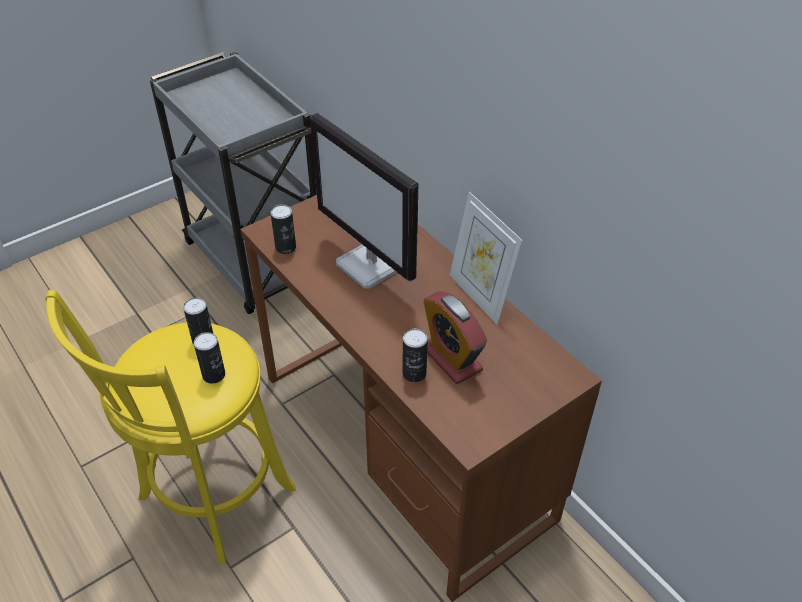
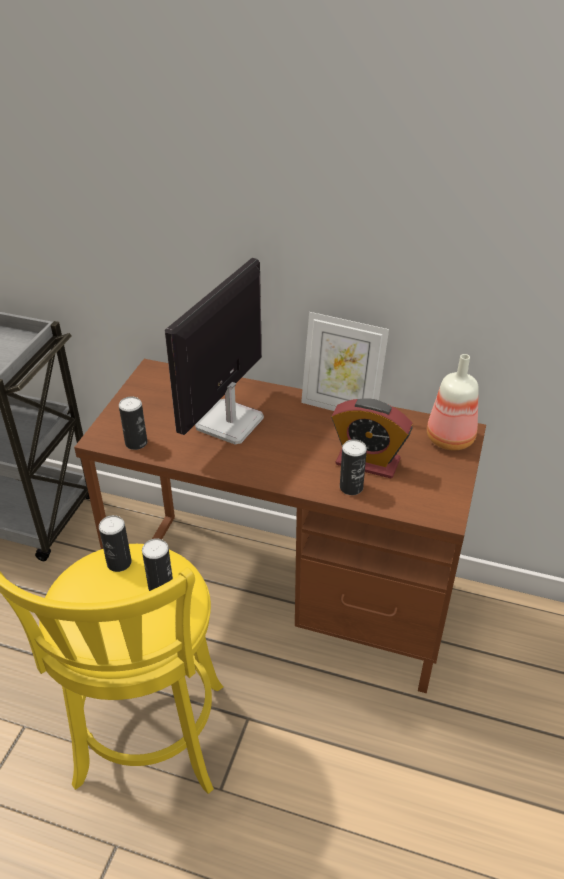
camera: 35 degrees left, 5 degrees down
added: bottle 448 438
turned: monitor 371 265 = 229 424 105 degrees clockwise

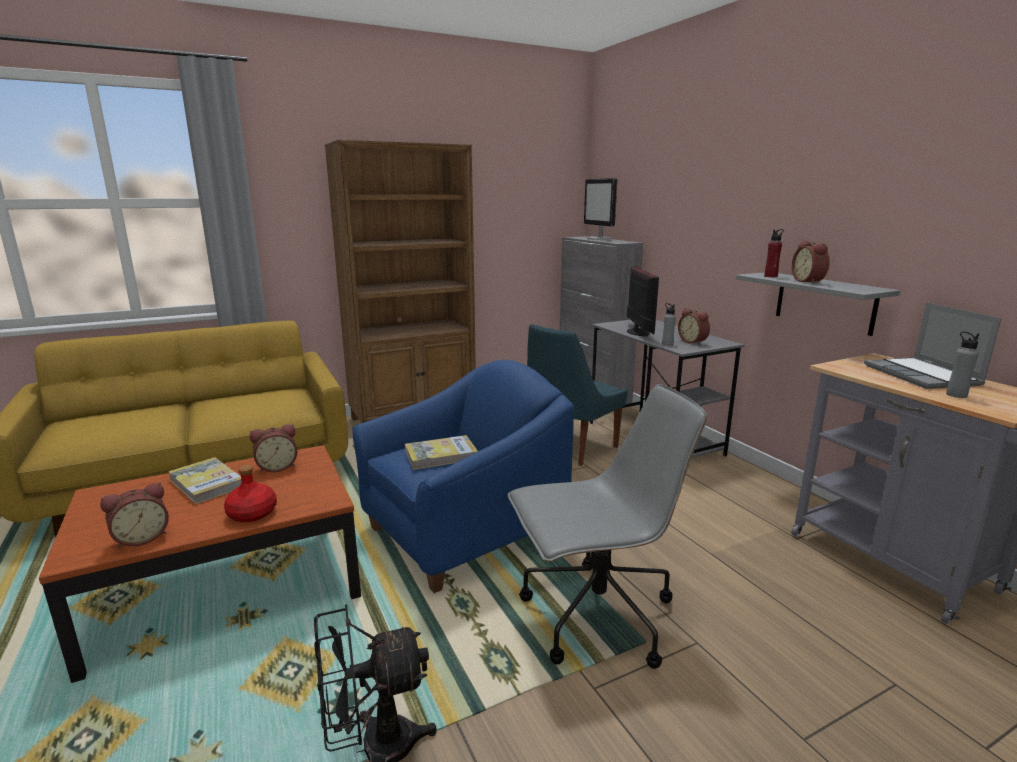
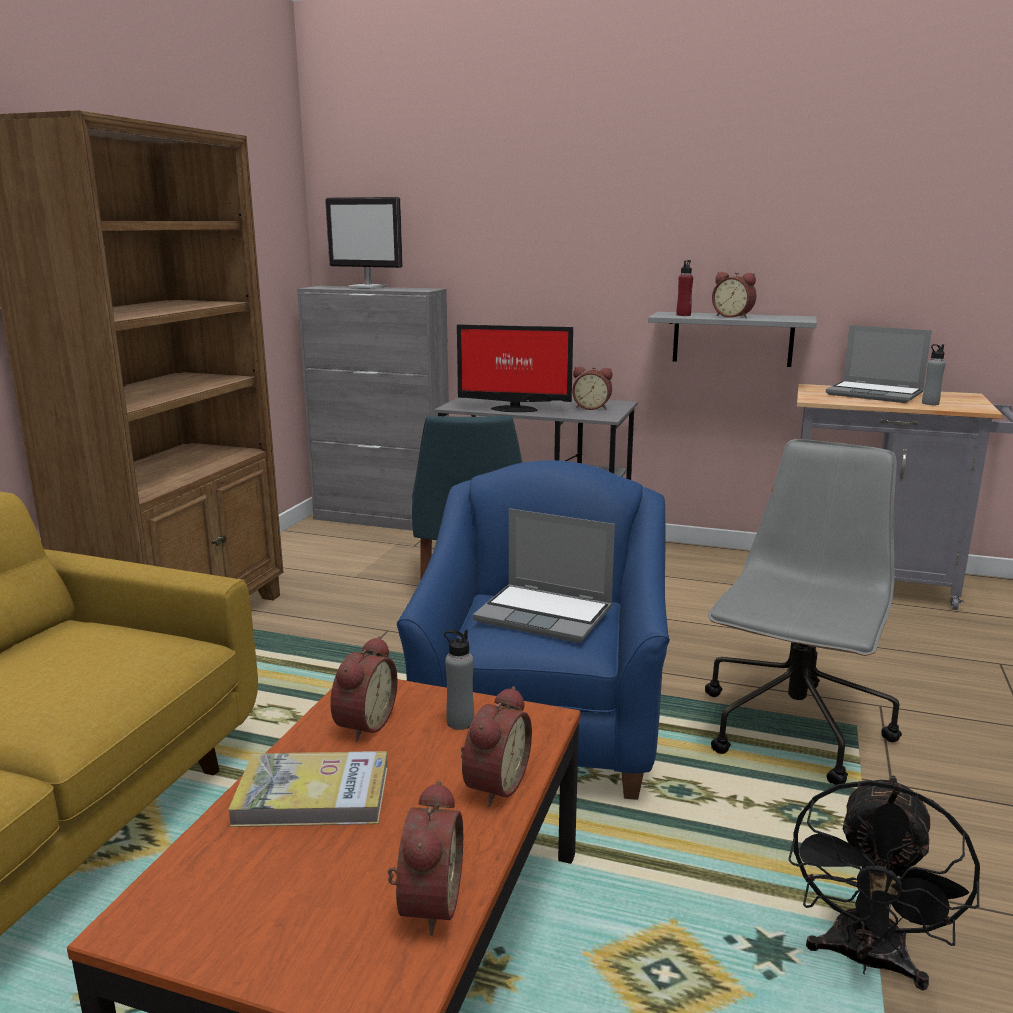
camera: 45 degrees left, 0 degrees up
moved: grey bottle 667 344 to 460 722
replaced: red bottle 253 513 to alarm clock 493 784; book 441 455 to laptop 546 615
turned: monitor 638 332 = 513 409 150 degrees clockwise

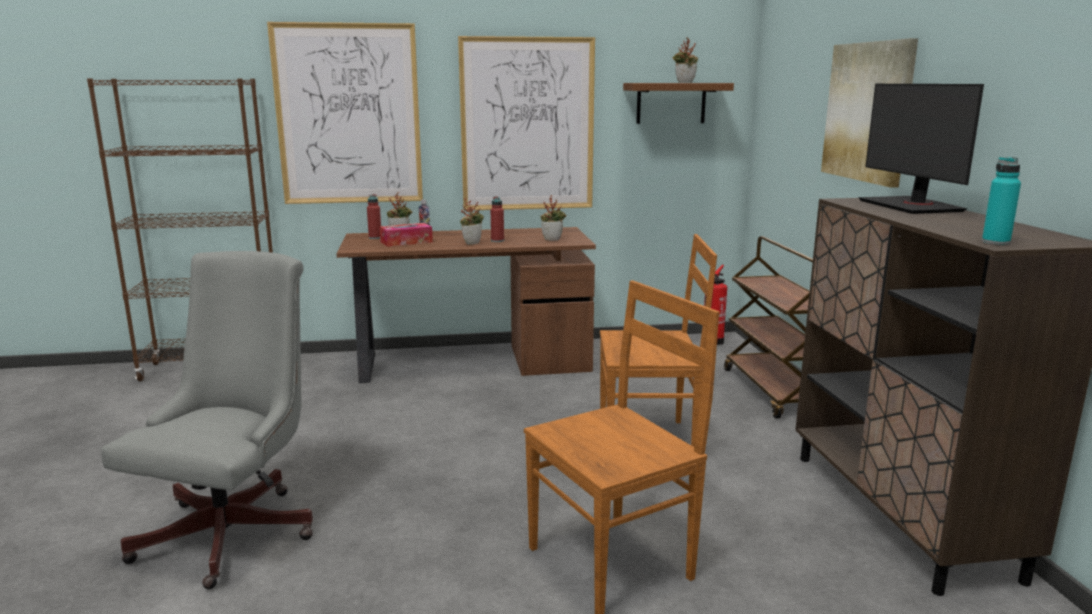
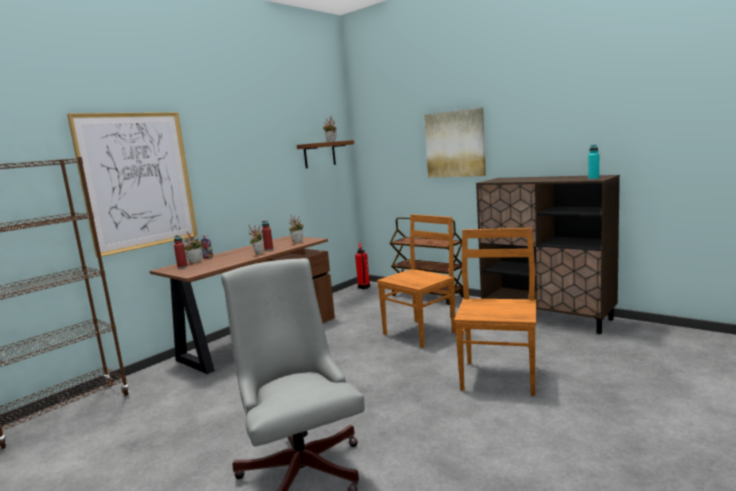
camera: 40 degrees left, 5 degrees down
removed: tissue box 406 242; picture 527 125; monitor 911 206

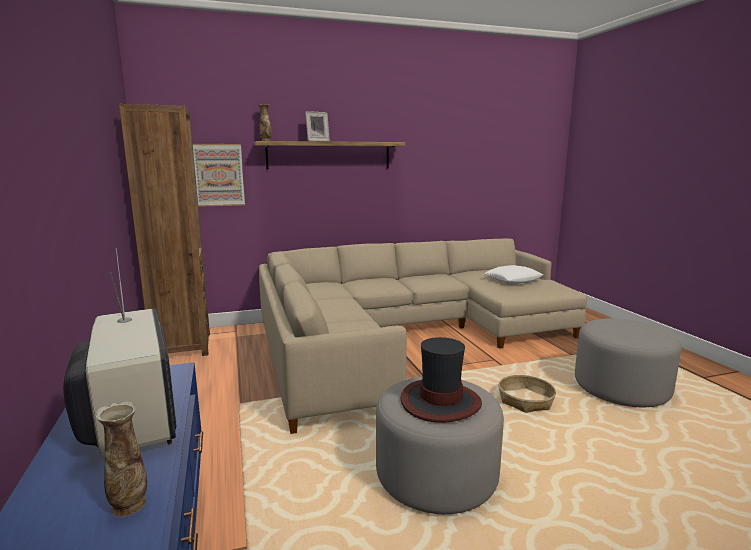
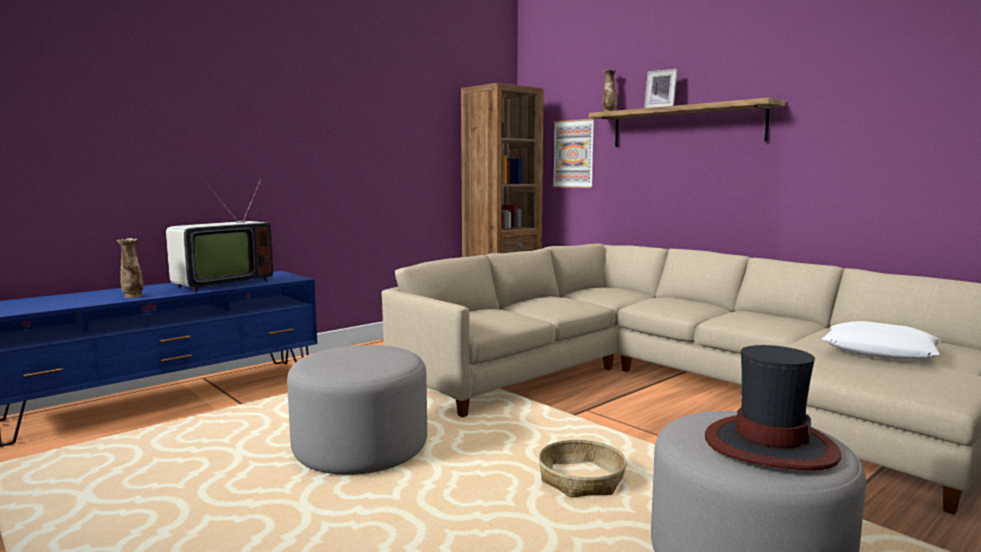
camera: 65 degrees right, 5 degrees down
moved: hat 440 402 to 769 445

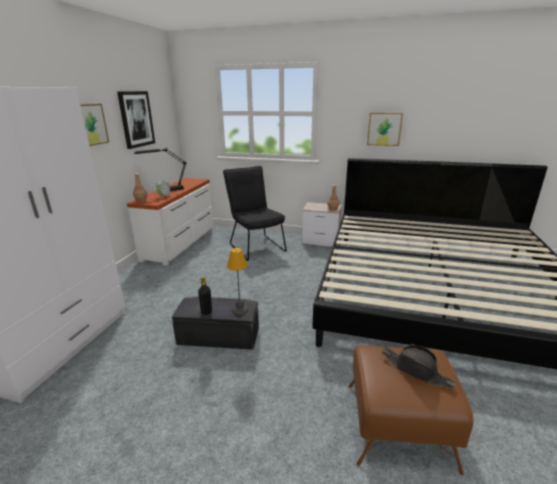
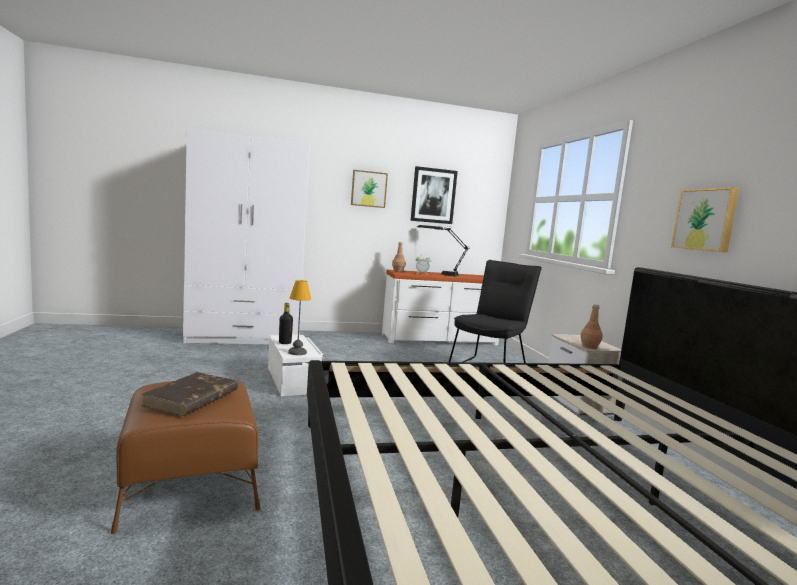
camera: 60 degrees right, 15 degrees down
replaced: black hat 416 370 to brown book 191 398
recoloured: black storage box 219 335 to white storage box 293 379

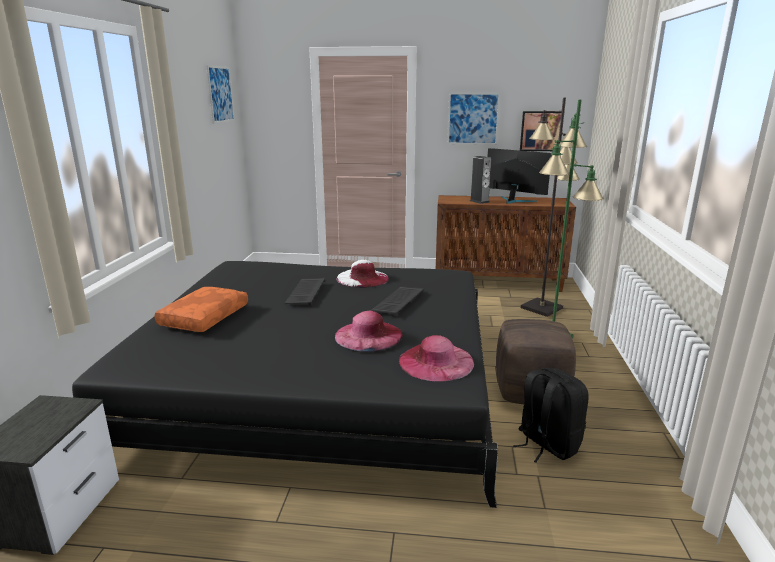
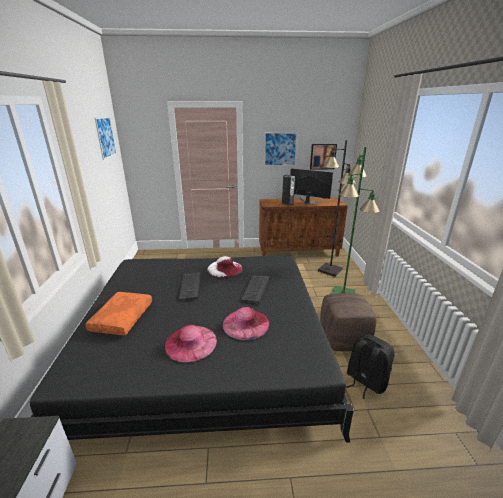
camera: 10 degrees left, 5 degrees up
moved: pink hat 436 362 to 190 343

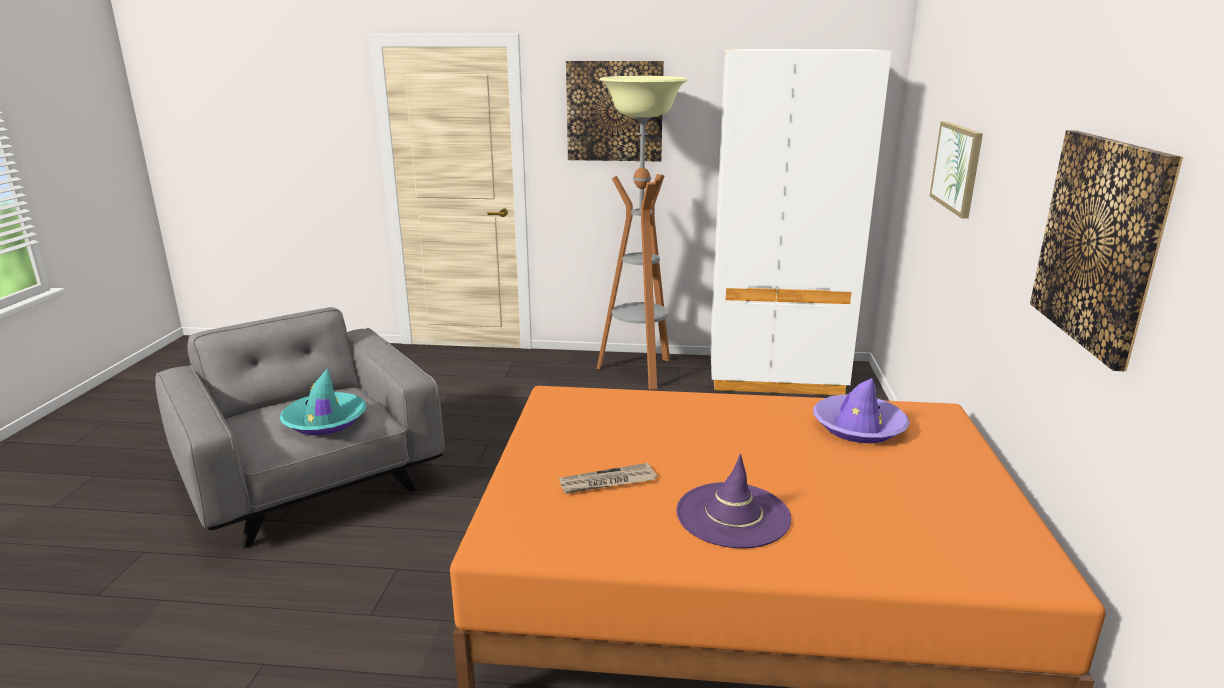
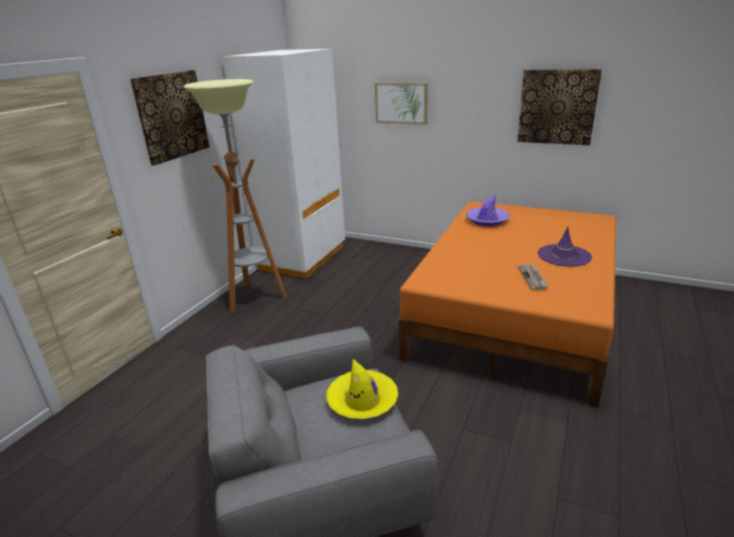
camera: 70 degrees left, 5 degrees up
recoloured: turquoise hat 325 421 to yellow hat 362 400

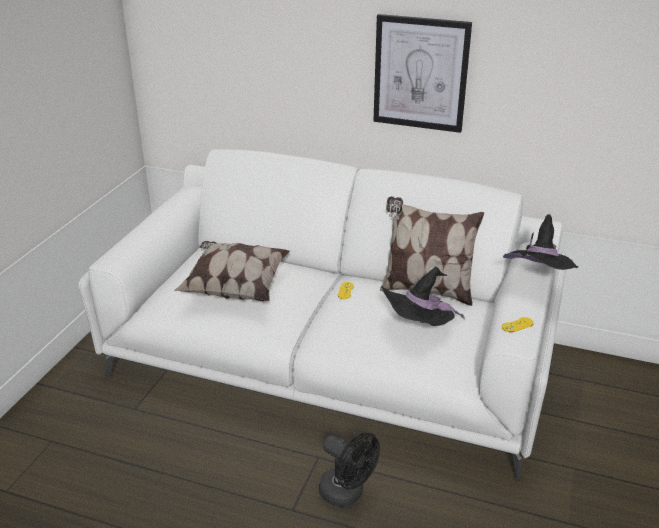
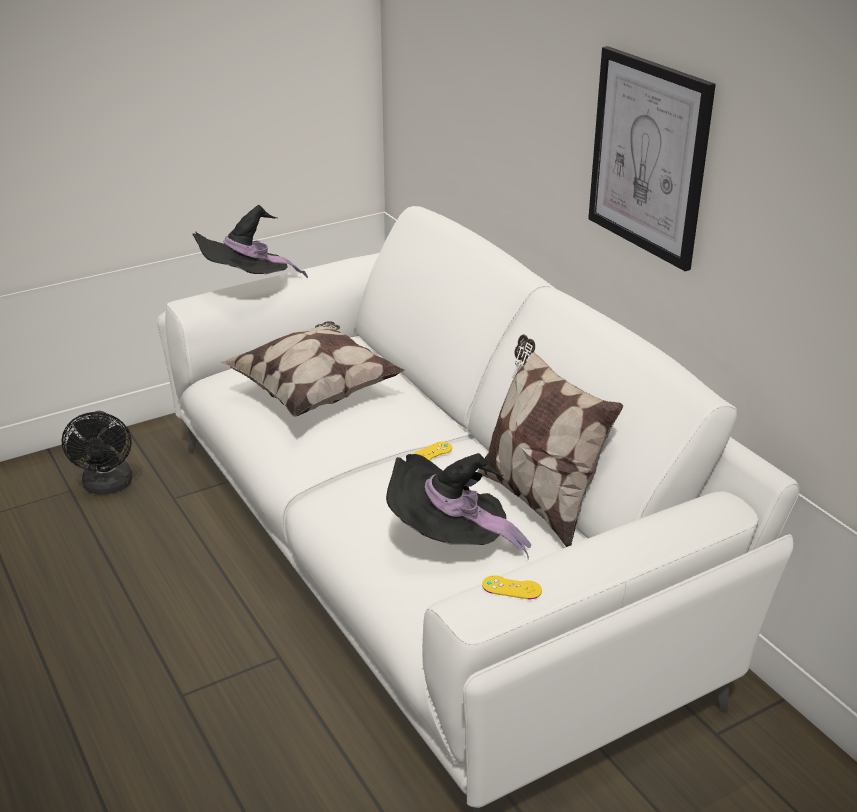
camera: 40 degrees right, 0 degrees up
moved: black fan 347 494 to 108 486; black hat 537 281 to 247 287

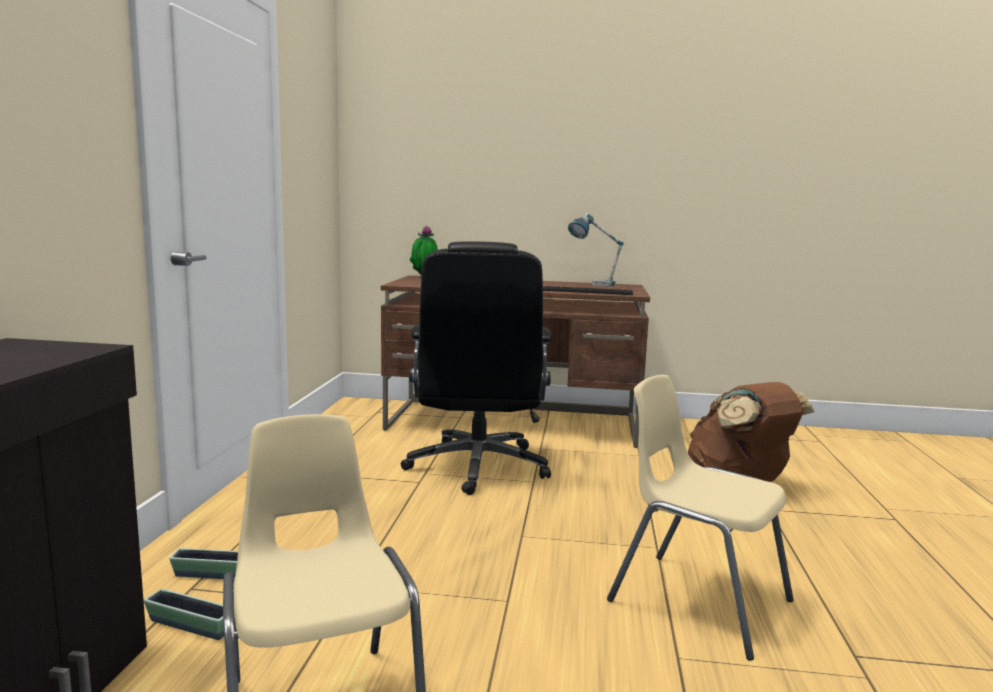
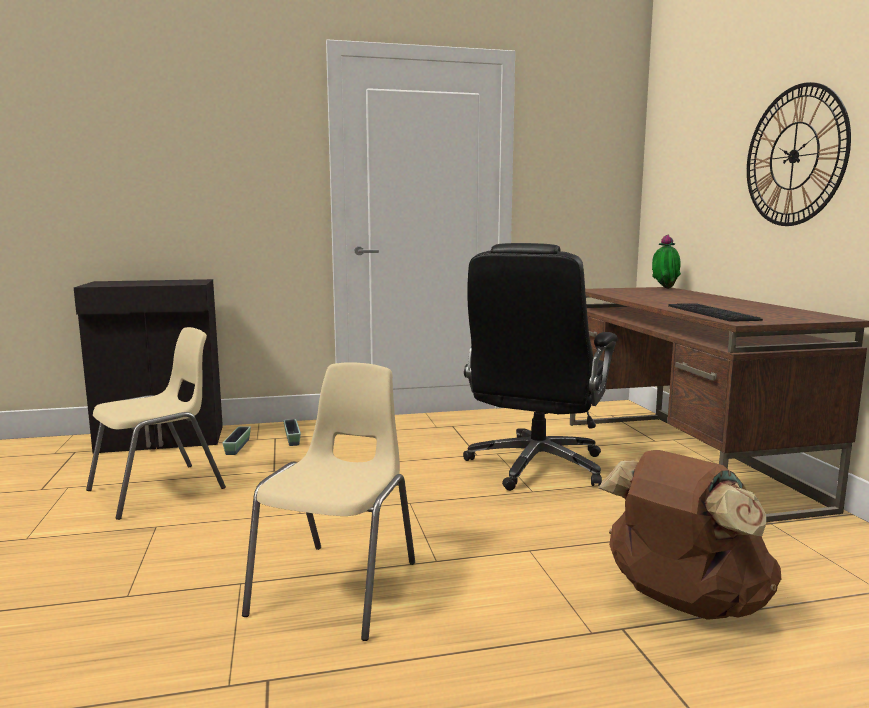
camera: 70 degrees right, 0 degrees up
removed: table lamp 593 285
added: wall clock 794 156
turned: black office chair 477 467 = 535 467 45 degrees counterclockwise

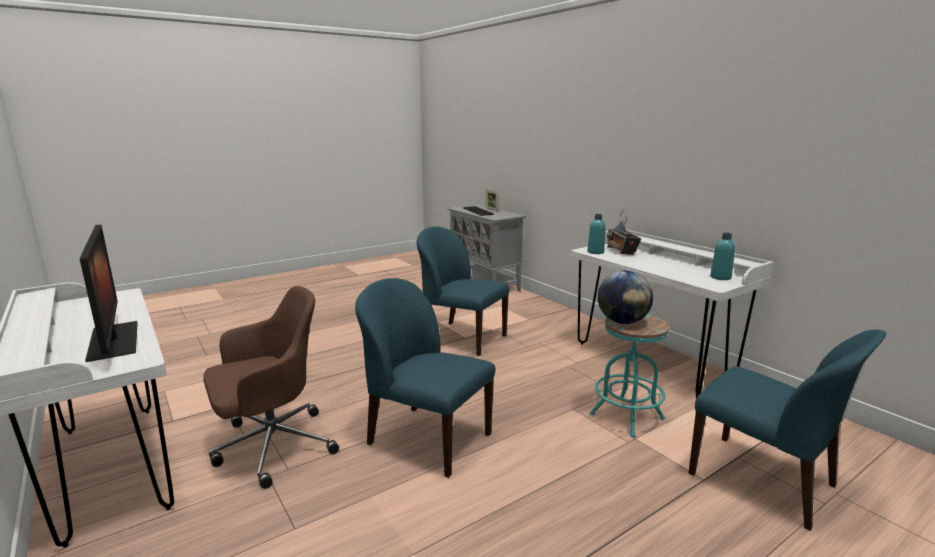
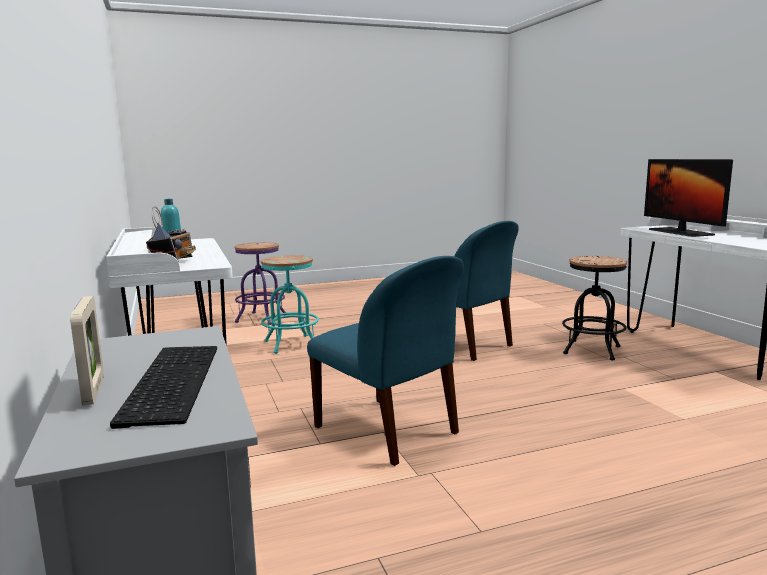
camera: 165 degrees left, 5 degrees down
removed: turquoise bottle 595 252; globe 622 322
replaced: blue chair 764 481 to purple stool 261 318; brown office chair 271 446 to black stool 592 350

